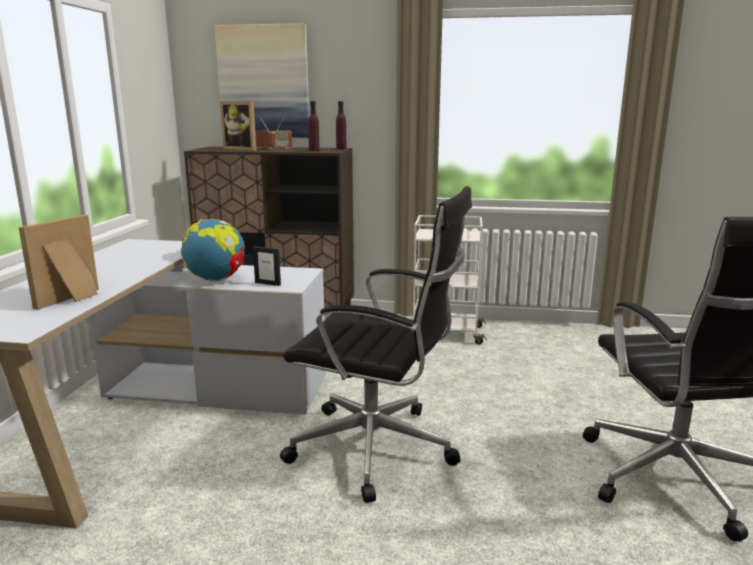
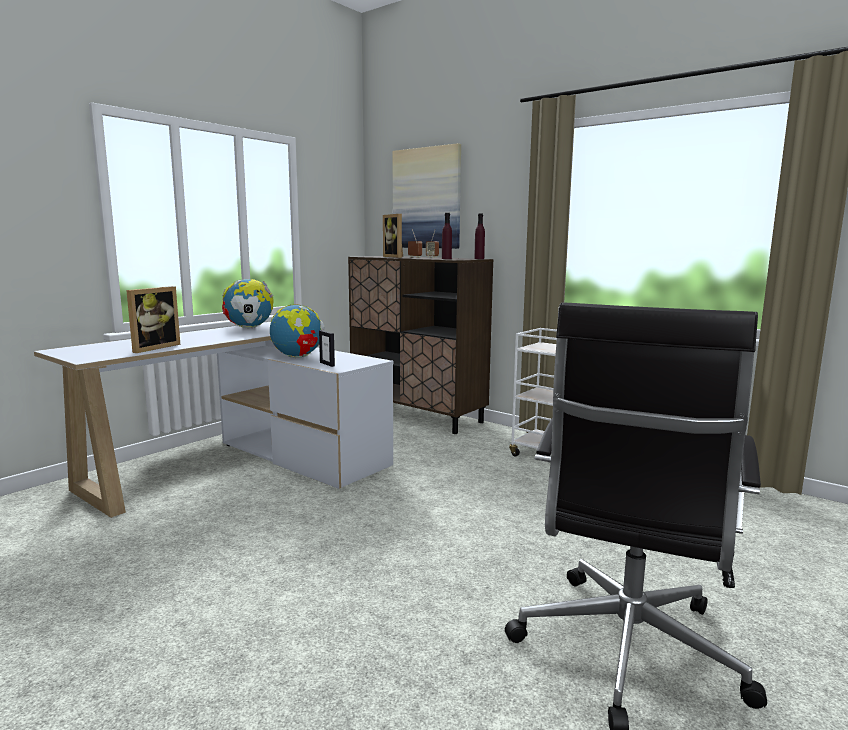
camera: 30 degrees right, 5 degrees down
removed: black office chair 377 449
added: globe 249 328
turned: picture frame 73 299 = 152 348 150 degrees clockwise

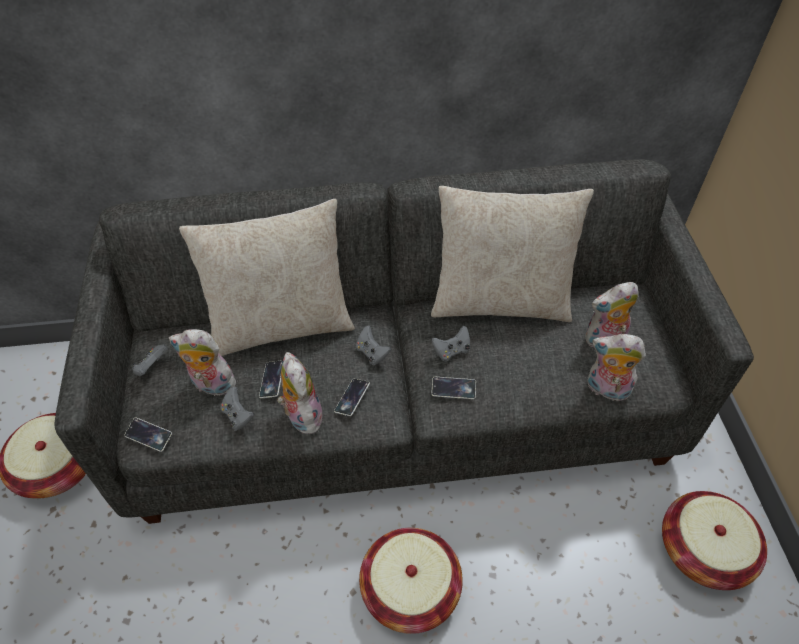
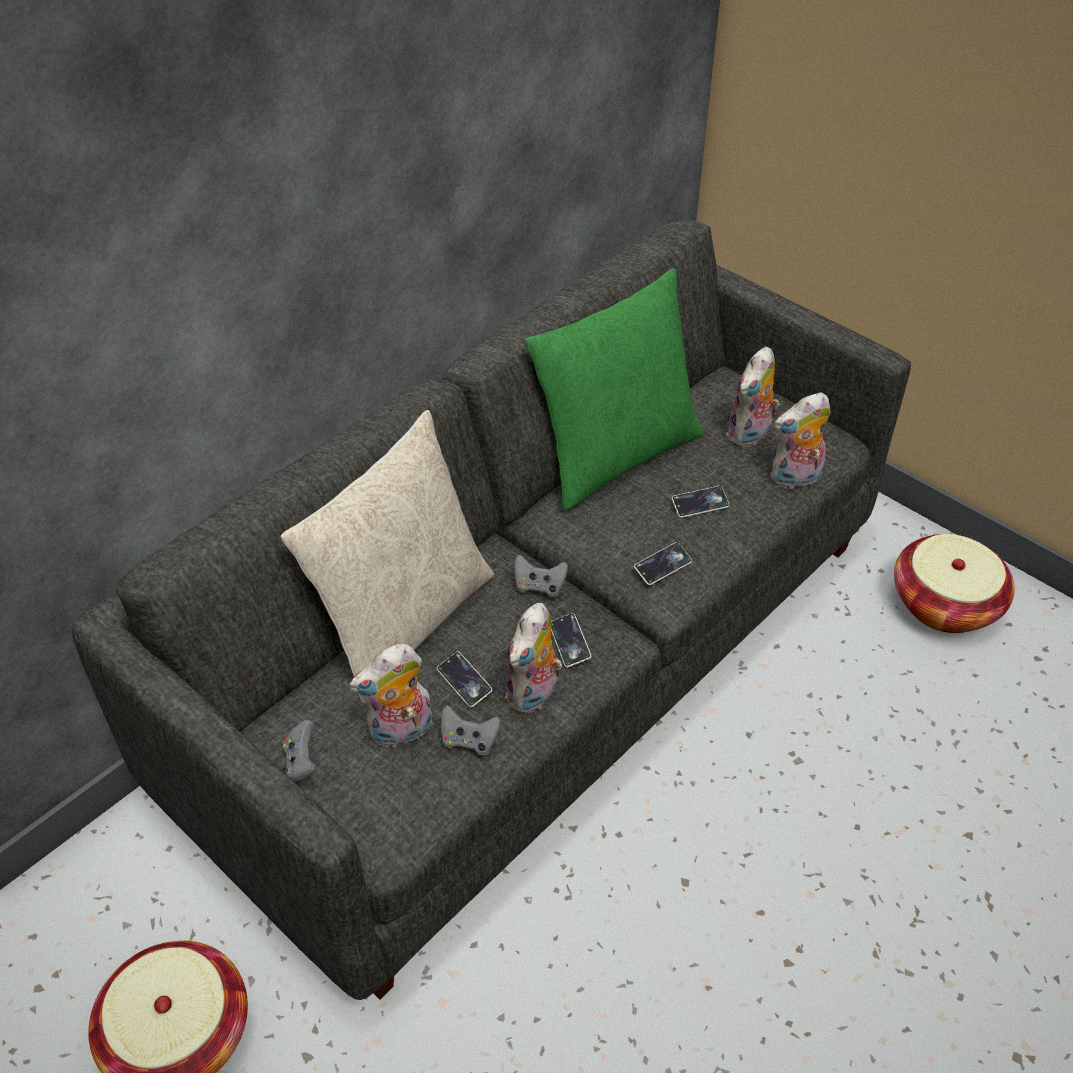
camera: 40 degrees left, 5 degrees down
removed: basket 410 589; grey game controller 451 351
moved: phone 149 436 to 700 504
recoloured: beige pillow 500 301 to green pillow 615 455
turned: plush toy 301 415 = 534 694 90 degrees counterclockwise

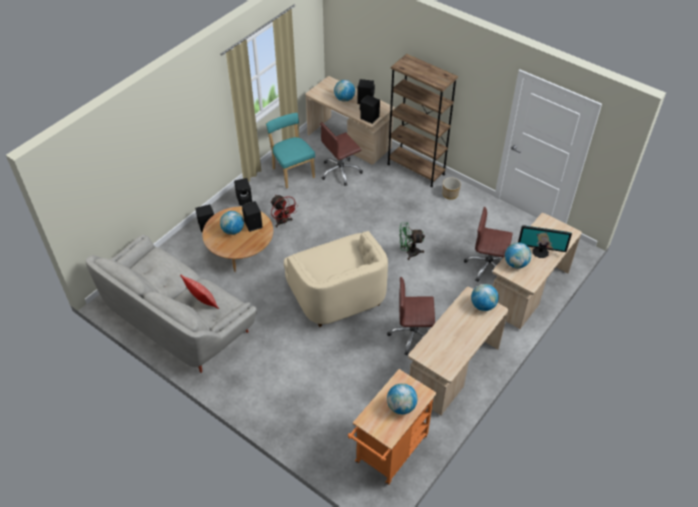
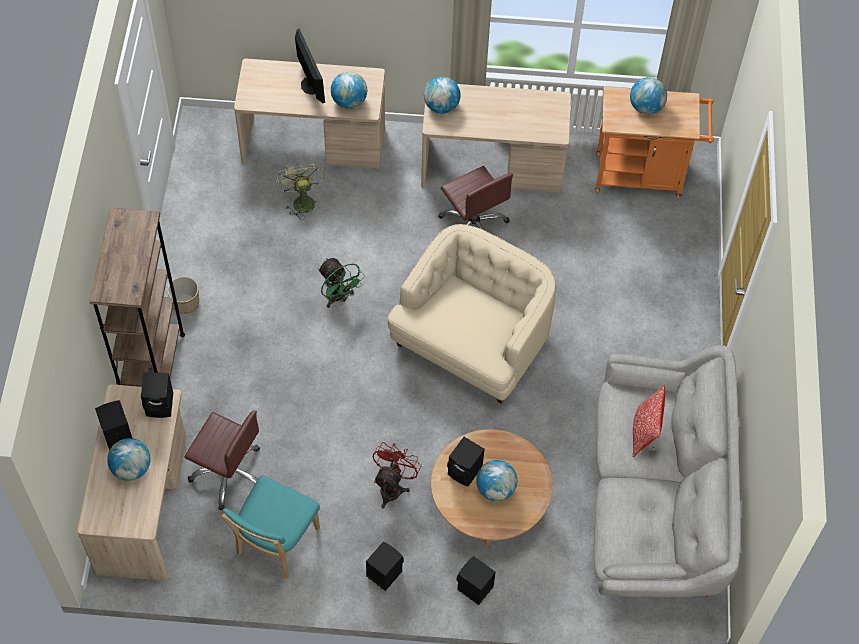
camera: 125 degrees left, 10 degrees up
replaced: brown office chair 487 266 to green fan 301 200

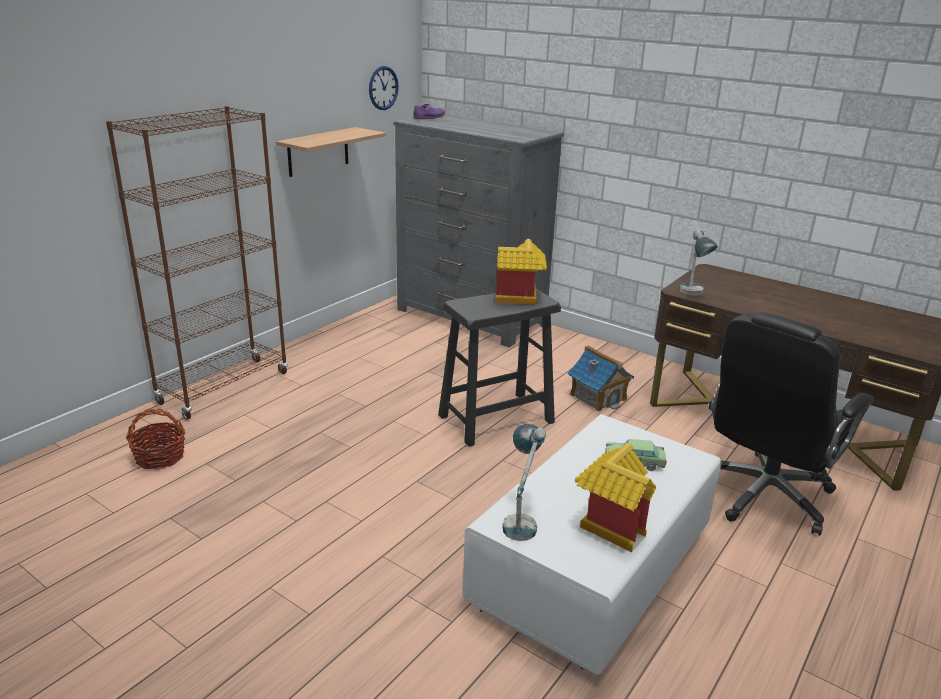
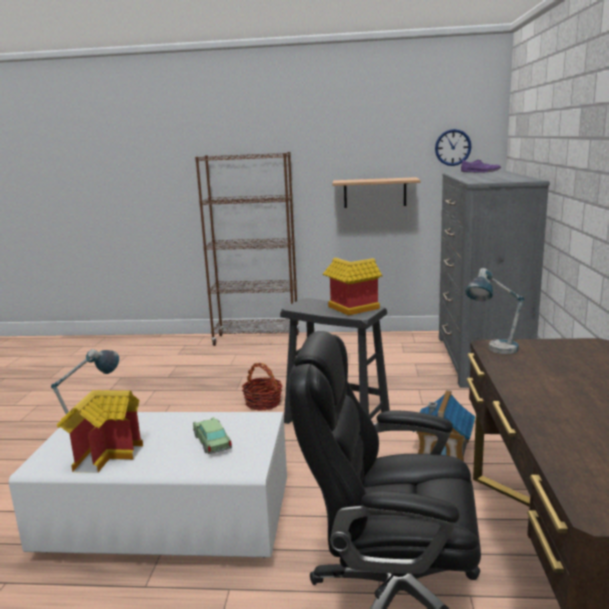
camera: 60 degrees right, 10 degrees down
moved: basket 160 457 to 263 403

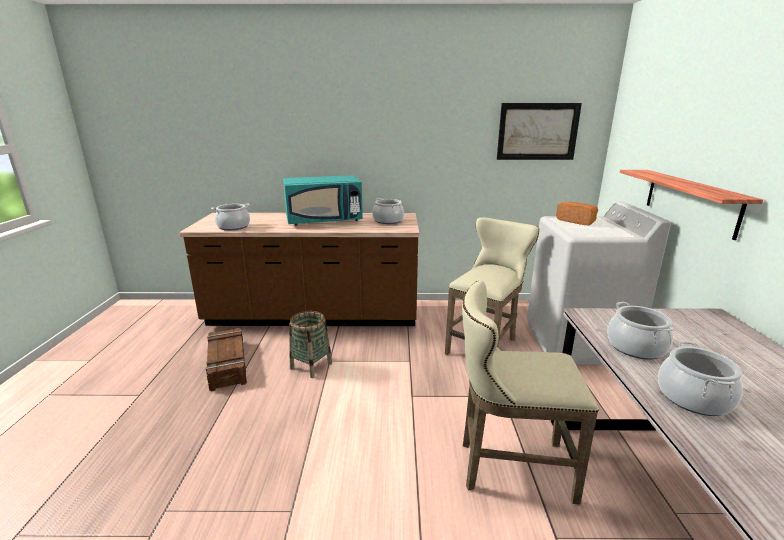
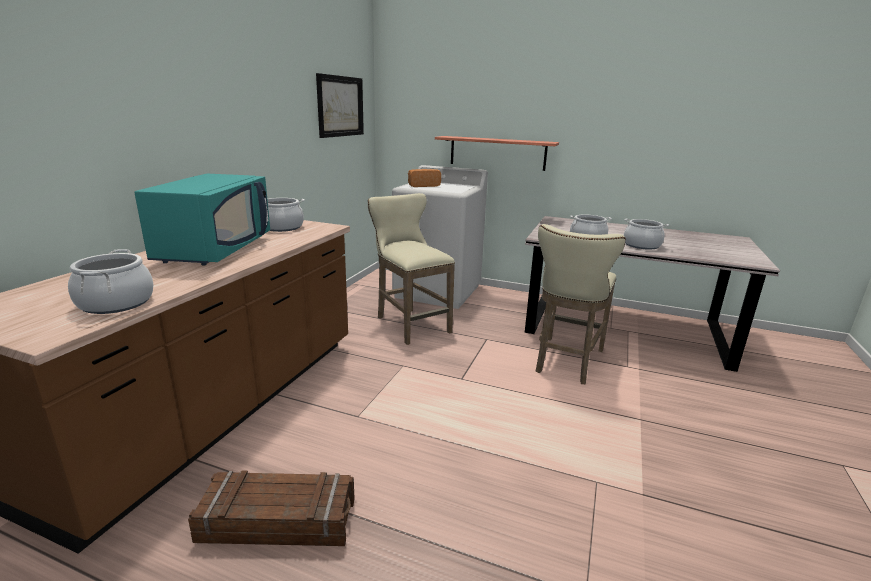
camera: 70 degrees left, 0 degrees up
removed: basket 311 366

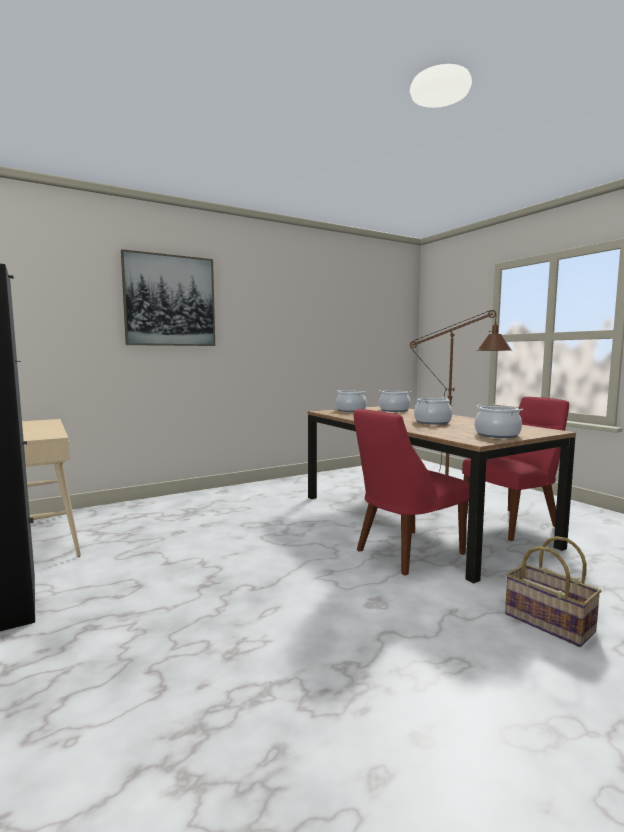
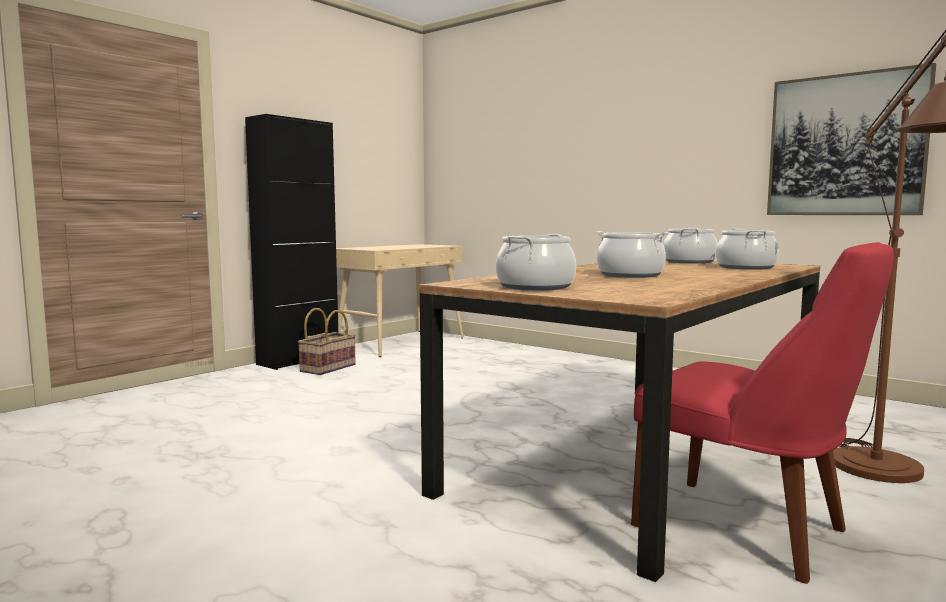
camera: 70 degrees right, 0 degrees up
removed: red chair 405 553
moved: basket 547 623 to 327 368; picture 170 301 to 845 145

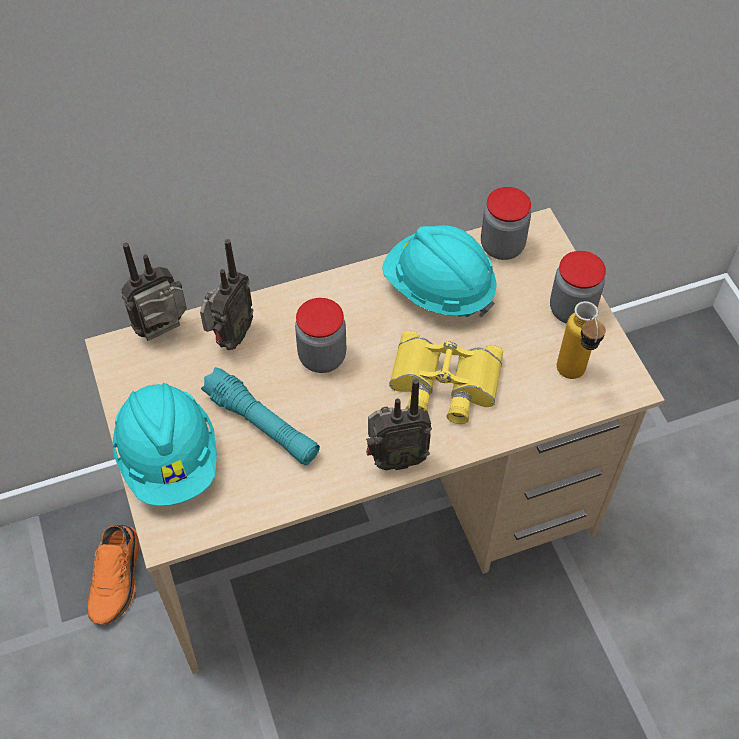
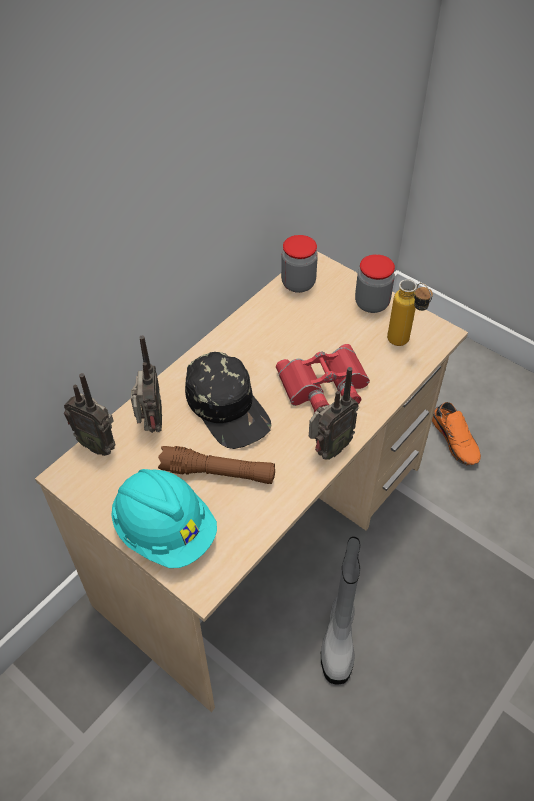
camera: 30 degrees left, 5 degrees down
removed: turquoise hard hat 438 289
added: grey boot 339 638
moved: orange shoe 117 579 to 456 439
replaced: jar 322 357 to black cap 228 407
recoloured: turquoise flashlight 262 424 to brown flashlight 218 473; yellow binoculars 443 384 to red binoculars 324 386
turned: radio 165 333 = 98 444 90 degrees counterclockwise

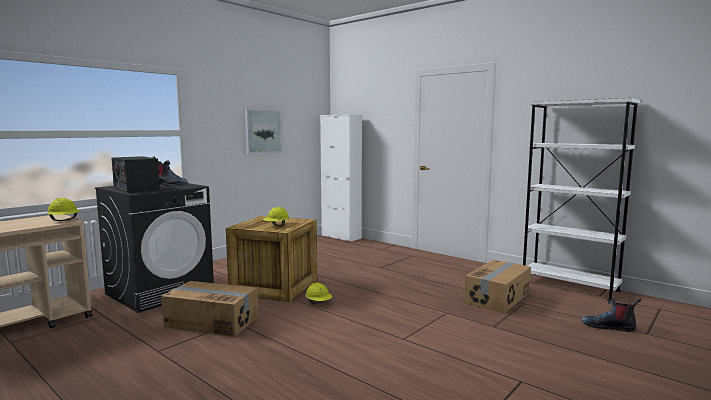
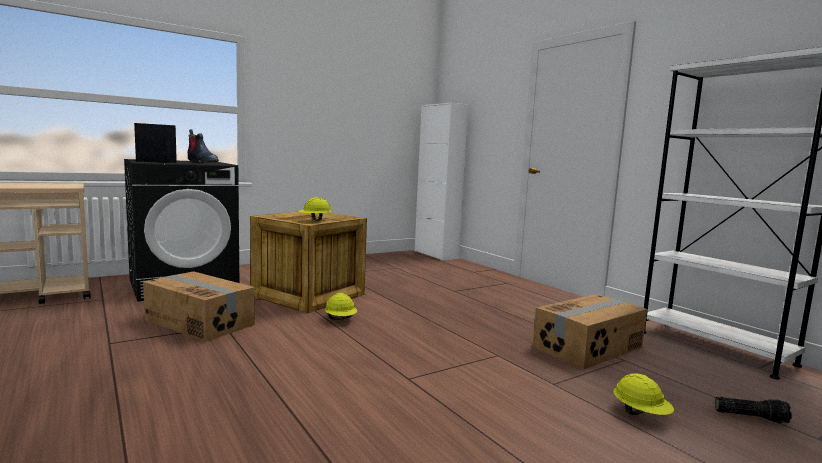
camera: 15 degrees right, 0 degrees up
removed: picture 263 131
moved: yellow hard hat 64 220 to 641 414
replaced: boot 608 327 to flashlight 750 416

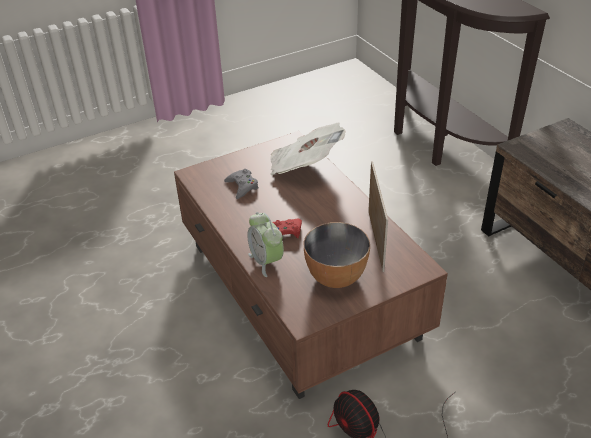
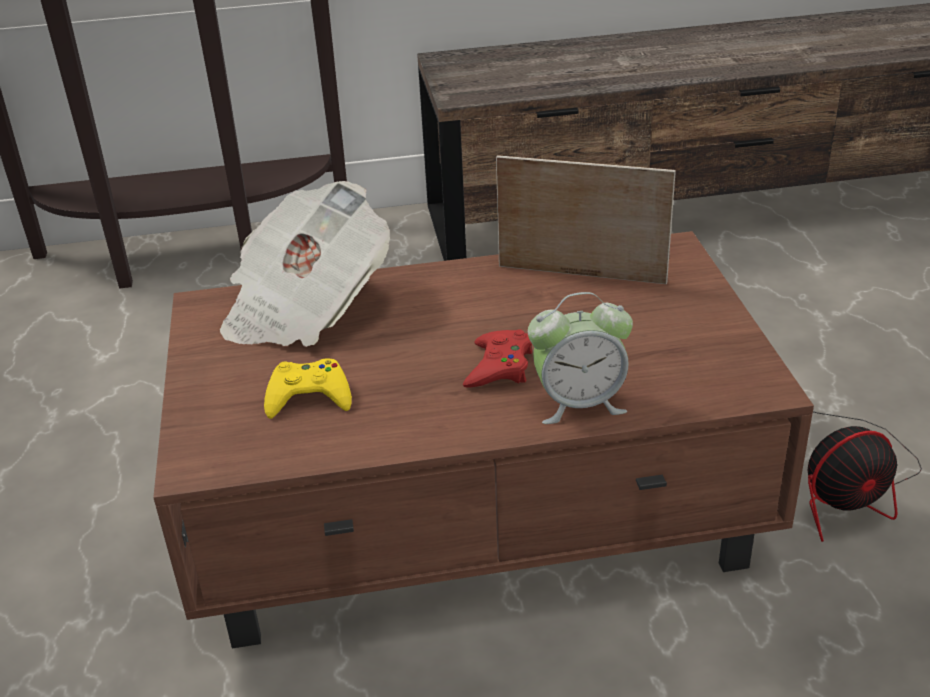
camera: 70 degrees left, 5 degrees down
removed: bowl 335 277
recoloured: grey game controller 242 186 to yellow game controller 309 396

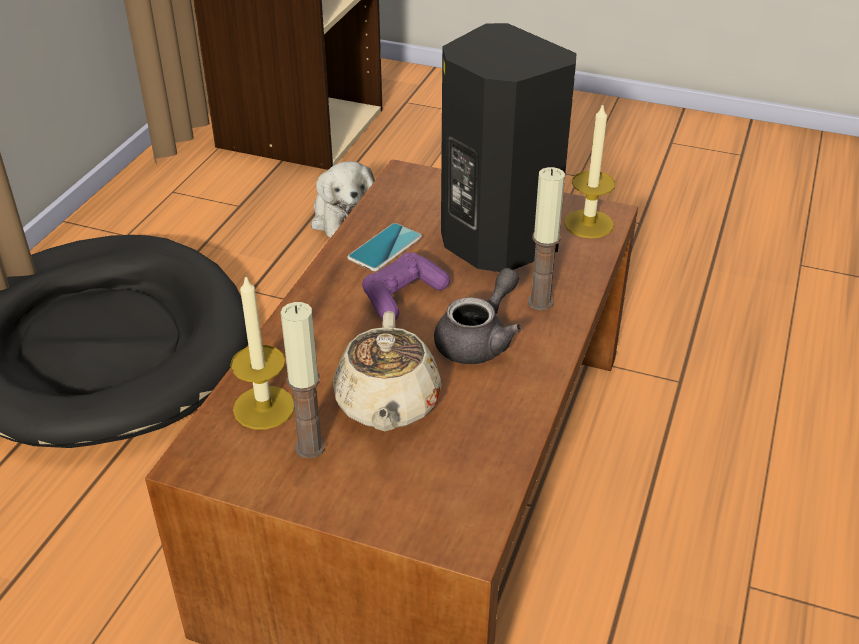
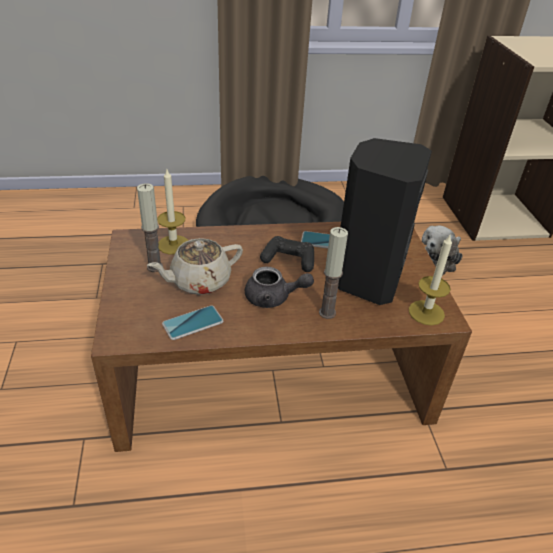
camera: 60 degrees right, 0 degrees up
added: phone 193 323
recoloured: purple game controller 403 296 to black game controller 289 260

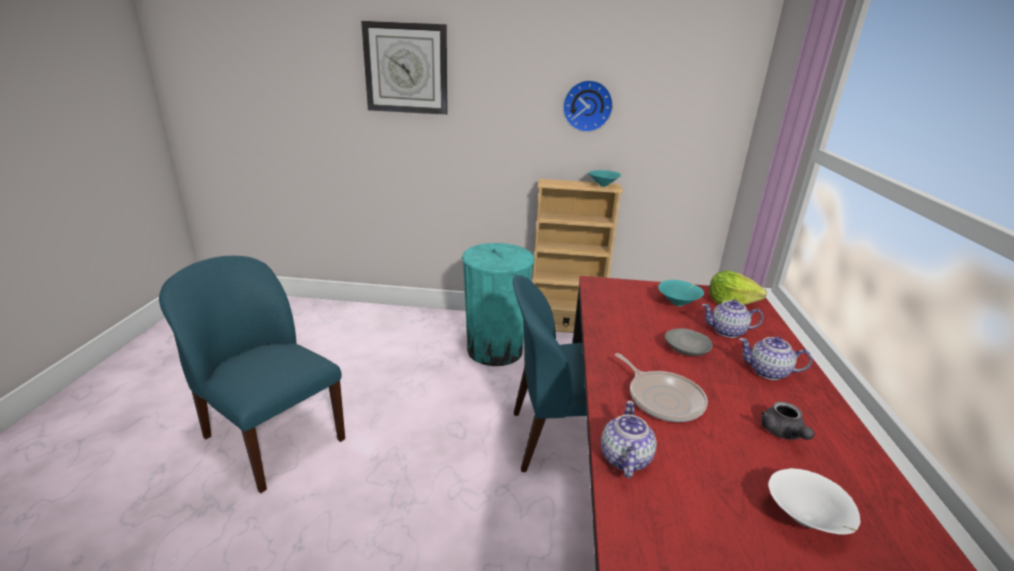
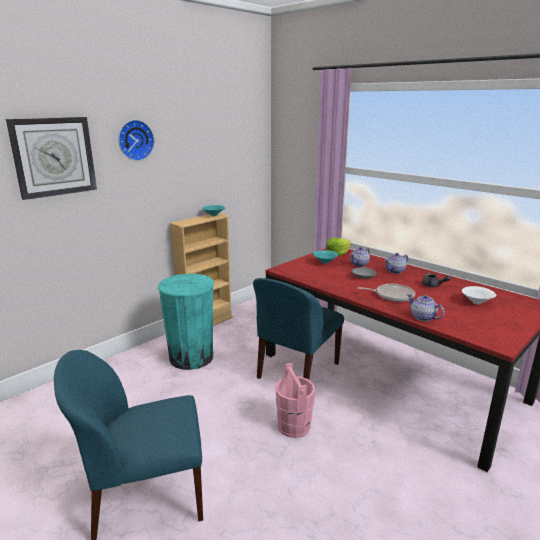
camera: 50 degrees left, 5 degrees down
added: pink bucket 294 426
moved: wall clock 587 106 to 135 140

